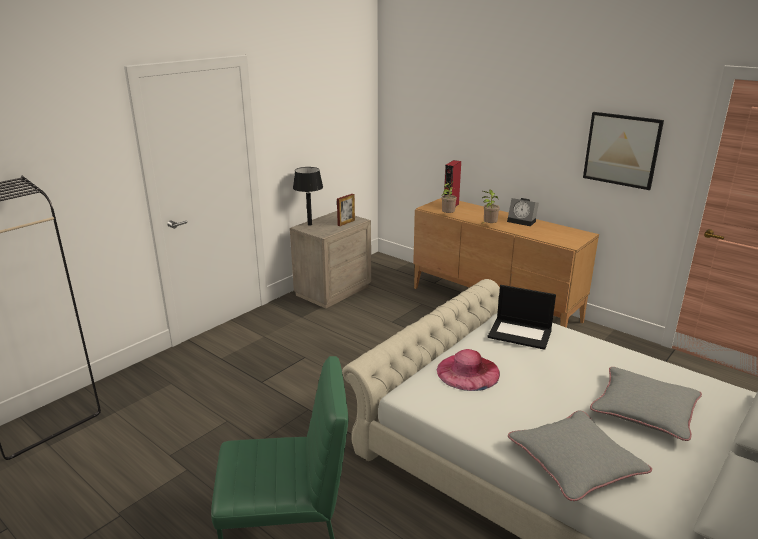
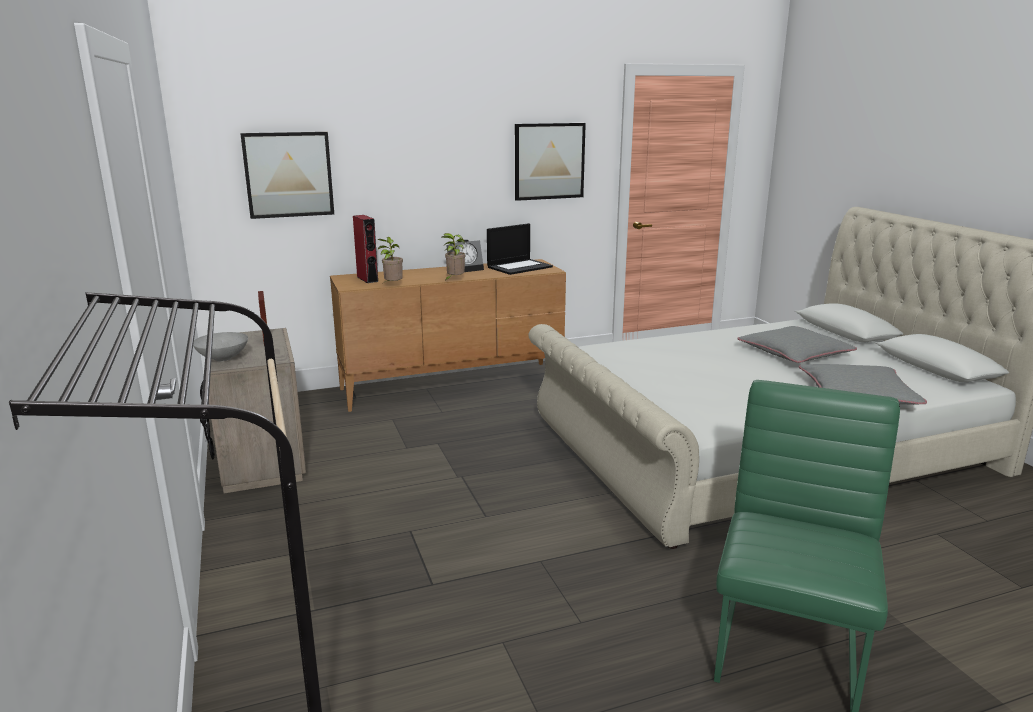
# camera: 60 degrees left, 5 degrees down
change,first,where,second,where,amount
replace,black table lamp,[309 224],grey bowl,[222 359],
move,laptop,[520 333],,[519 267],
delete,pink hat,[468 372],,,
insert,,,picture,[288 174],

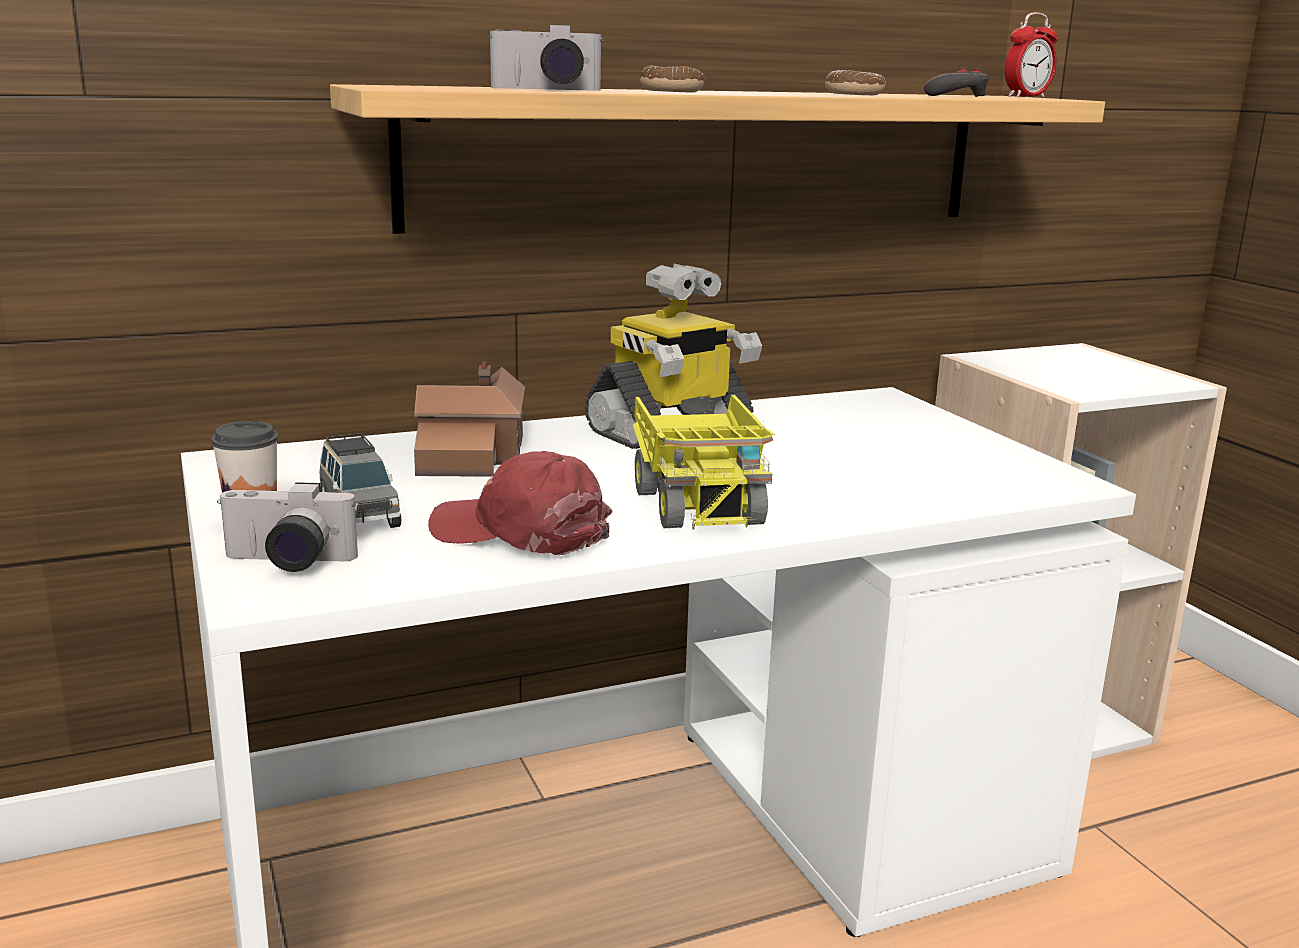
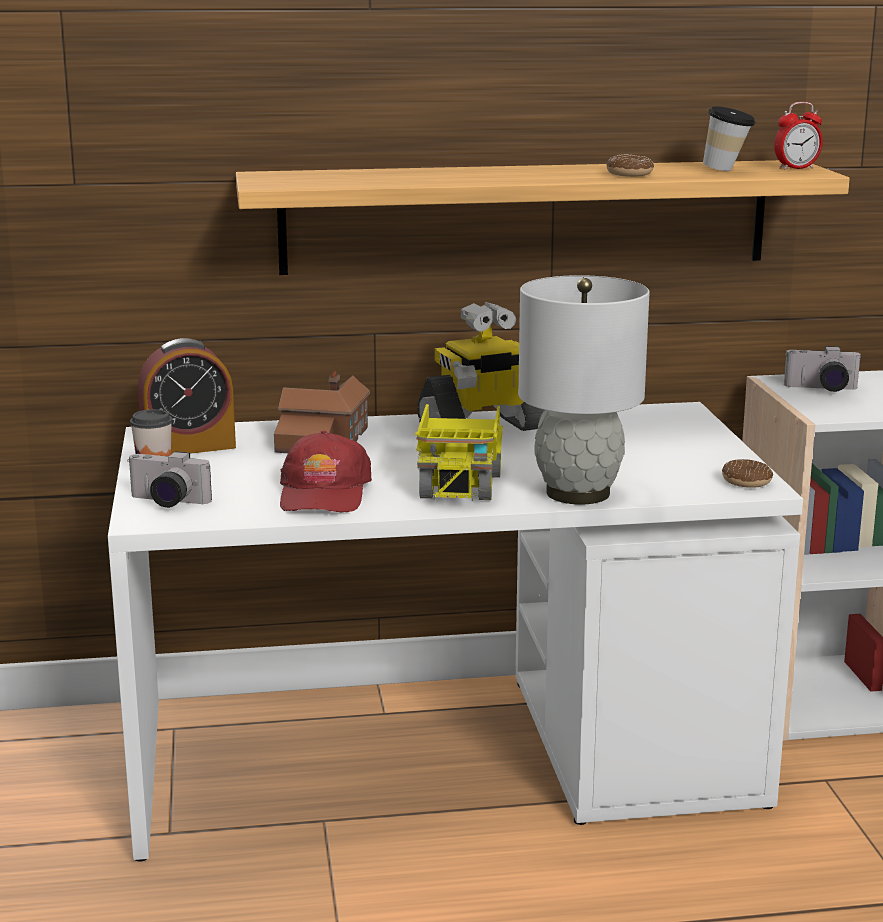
# camera: 15 degrees right, 0 degrees up
change,first,where,second,where,amount
move,photo camera,[546 89],,[821 389],
move,donut,[671 91],,[746 481],
replace,grey game controller,[955 96],cup,[727 170],
delete,grey toy car,[359 514],,,
rotate,red cap,[521 531],,[324 493],120 degrees counterclockwise
insert,,,white table lamp,[578 493],
insert,,,alarm clock,[188 447],

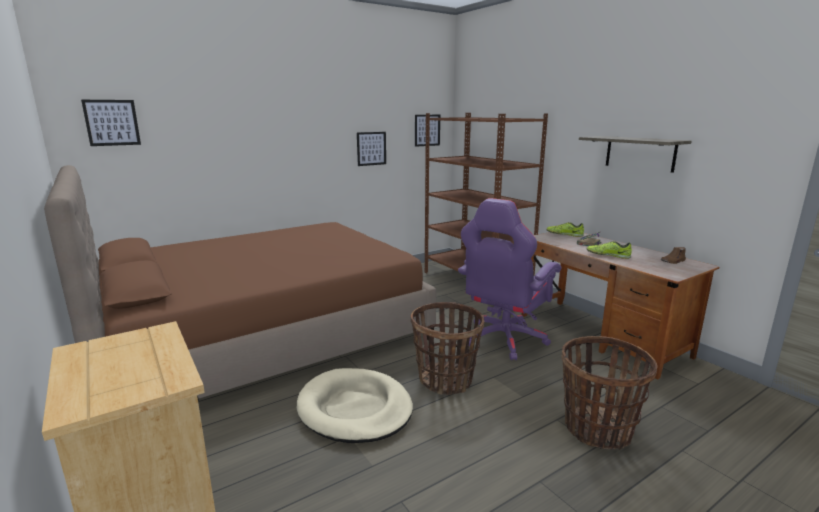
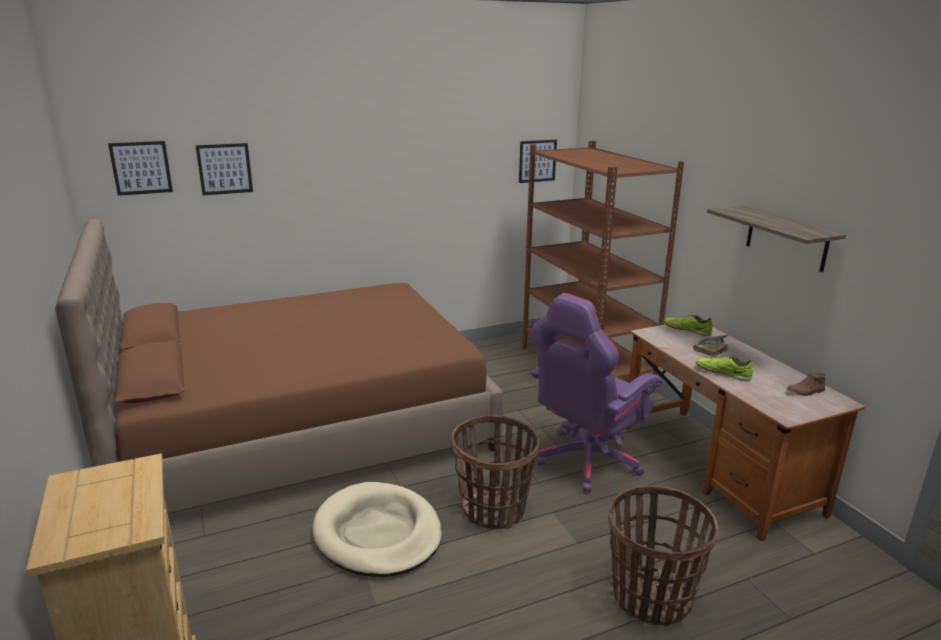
# camera: 10 degrees right, 5 degrees up
change,first,where,second,where,amount
move,picture,[371 148],,[224 169],

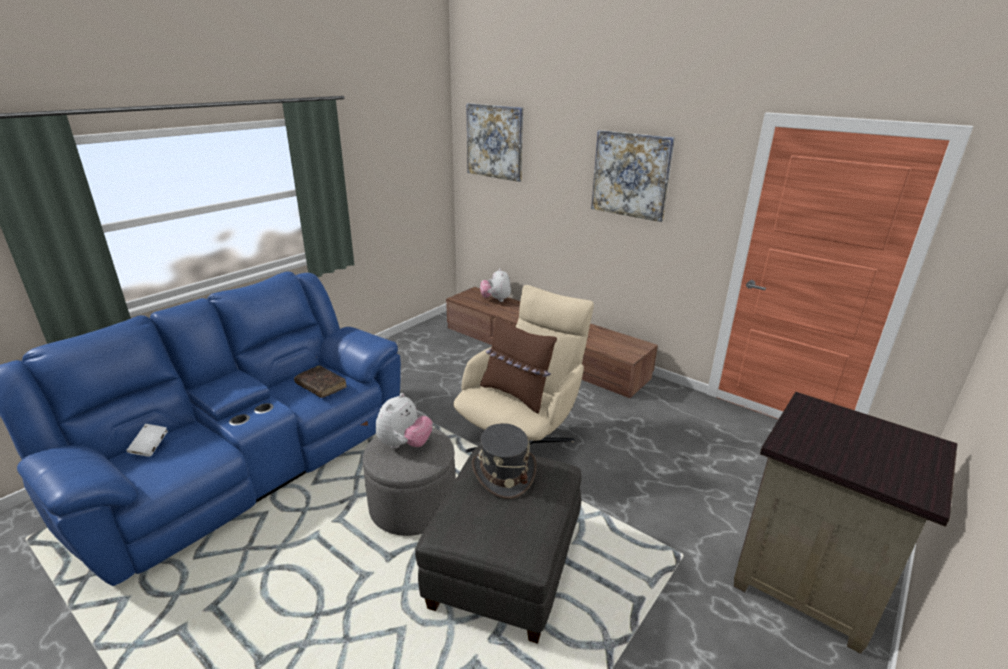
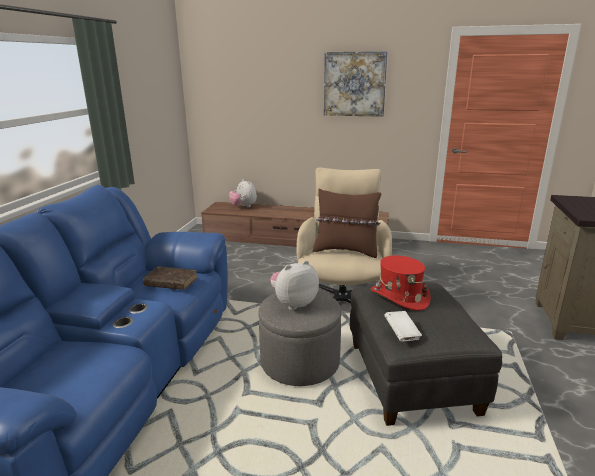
# camera: 25 degrees left, 5 degrees down
change,first,where,second,where,amount
delete,picture,[495 141],,,
rotate,plush toy,[404 444],,[293 303],120 degrees counterclockwise
recolor,grey hat,[503 473],red hat,[399 297],
move,white book,[150 447],,[401 333],

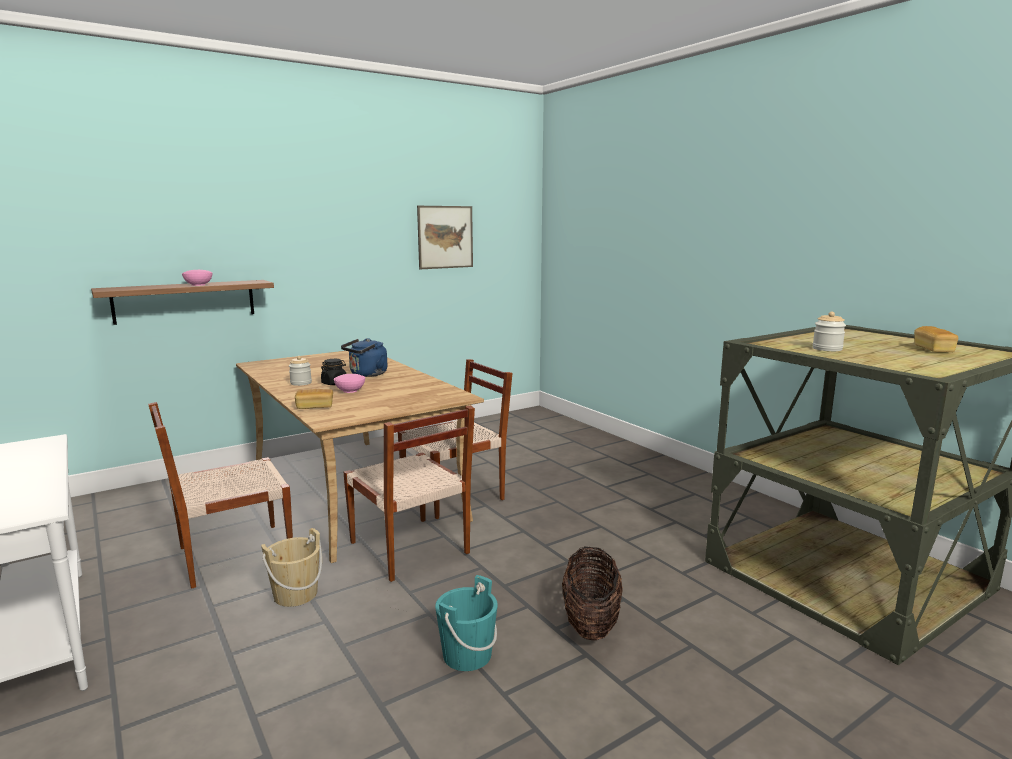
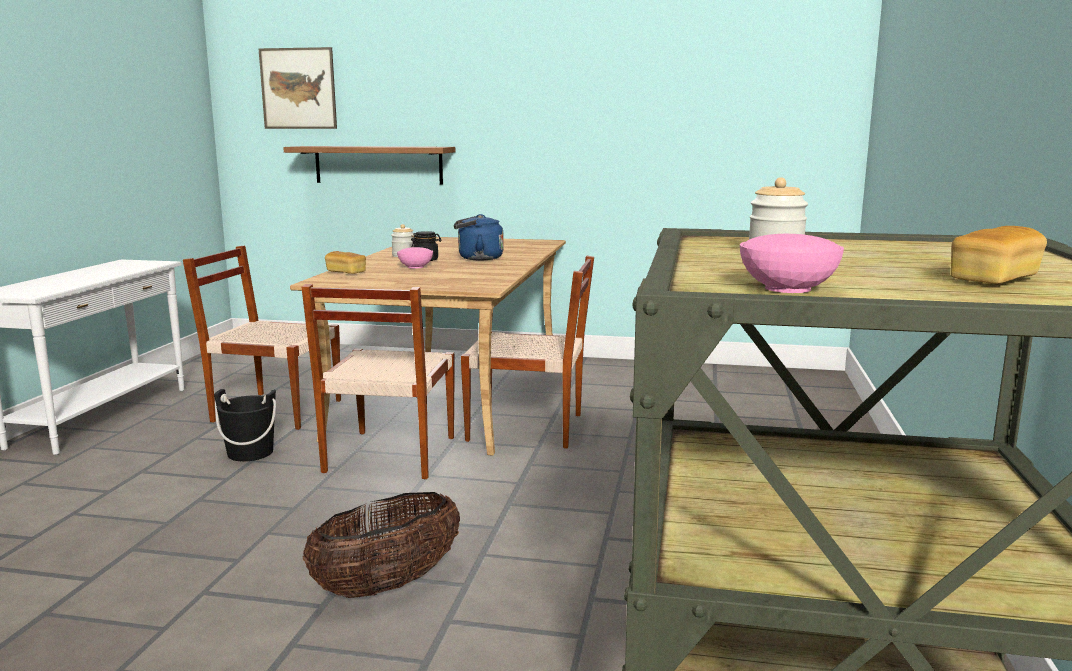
# camera: 45 degrees right, 0 degrees up
change,first,where,second,where,amount
move,picture,[445 237],,[298 88],
move,pink bowl,[198 285],,[788 289],
recolor,beige bucket,[295 594],black bucket,[250 453],
delete,turquoise bucket,[467 655],,,

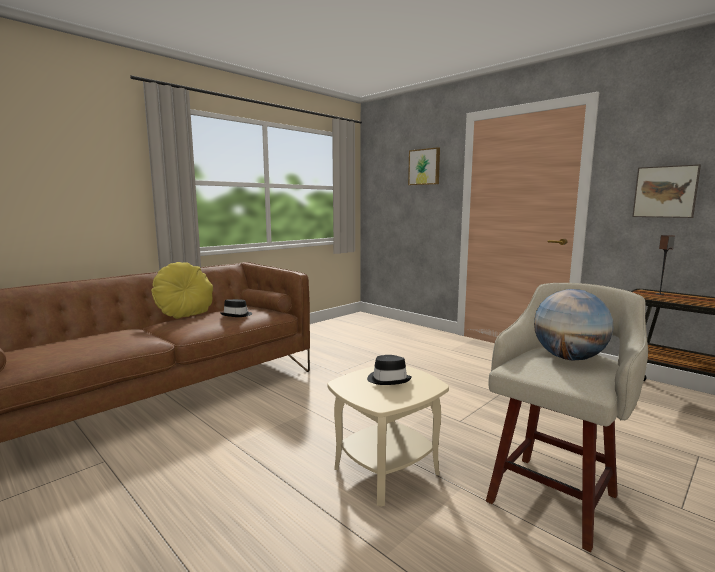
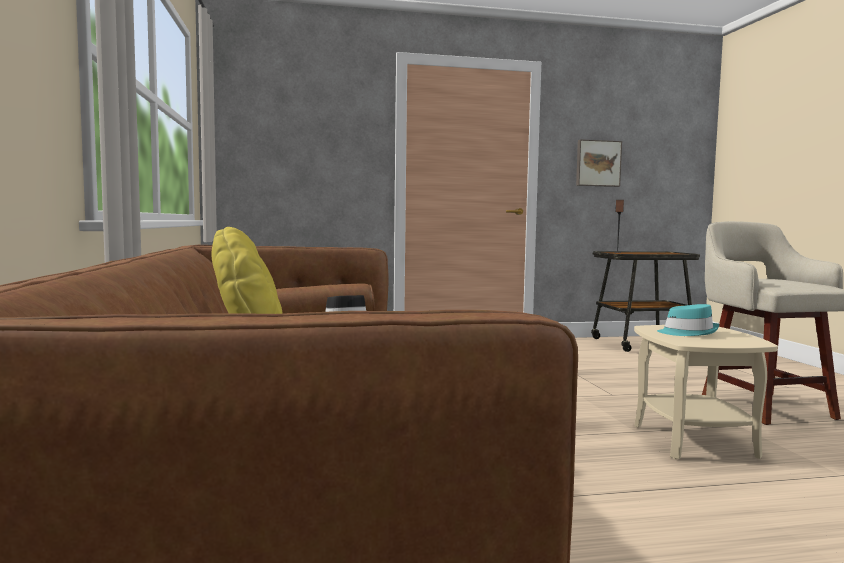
# camera: 55 degrees left, 5 degrees down
change,first,where,second,where,amount
delete,picture,[424 167],,,
delete,globe,[569 358],,,
recolor,black hat,[388 379],turquoise hat,[688 332],

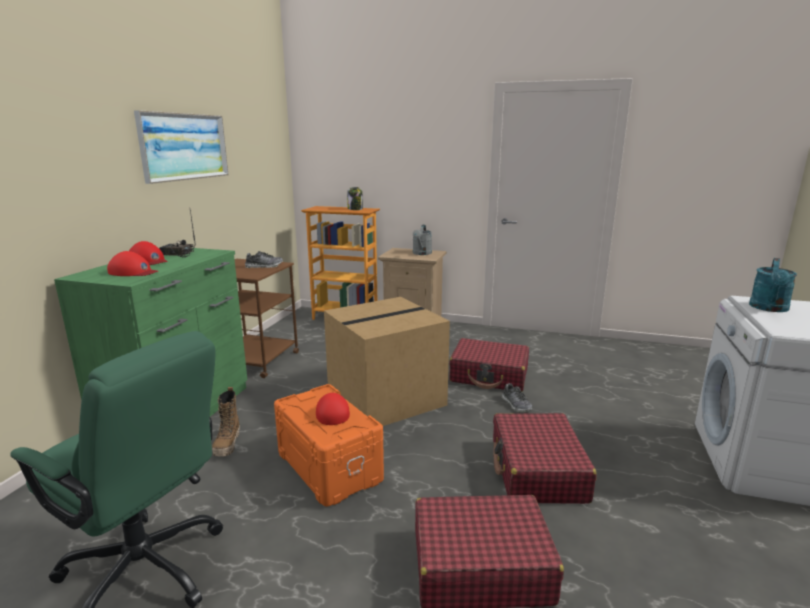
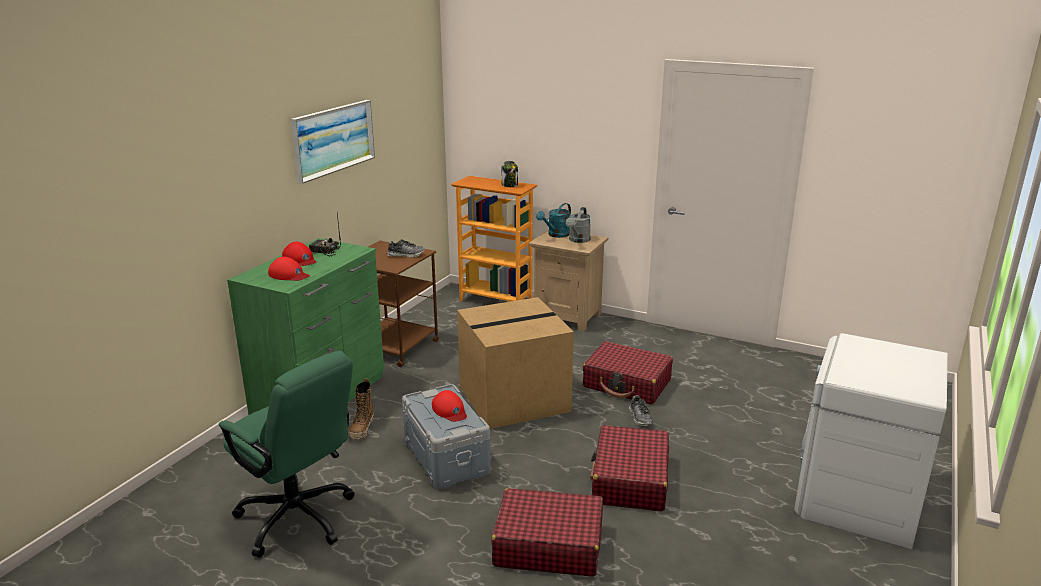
# camera: 10 degrees right, 5 degrees up
change,first,where,second,where,amount
move,turquoise watering can,[769 308],,[556 235],
recolor,orange storage box,[330 466],grey storage box,[447 457],
rotate,red cap,[332 412],,[450 410],150 degrees clockwise

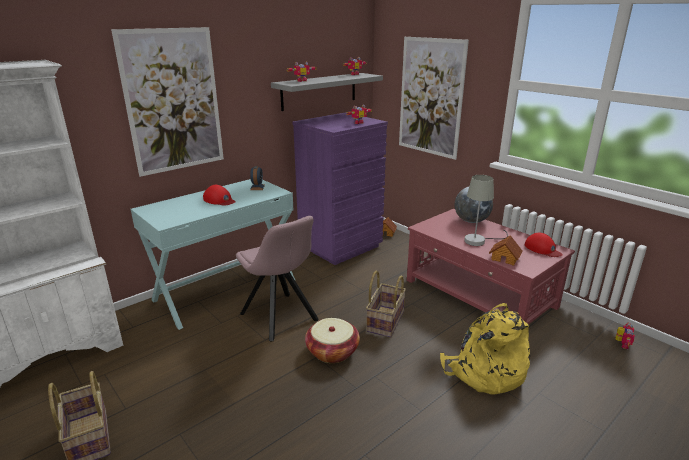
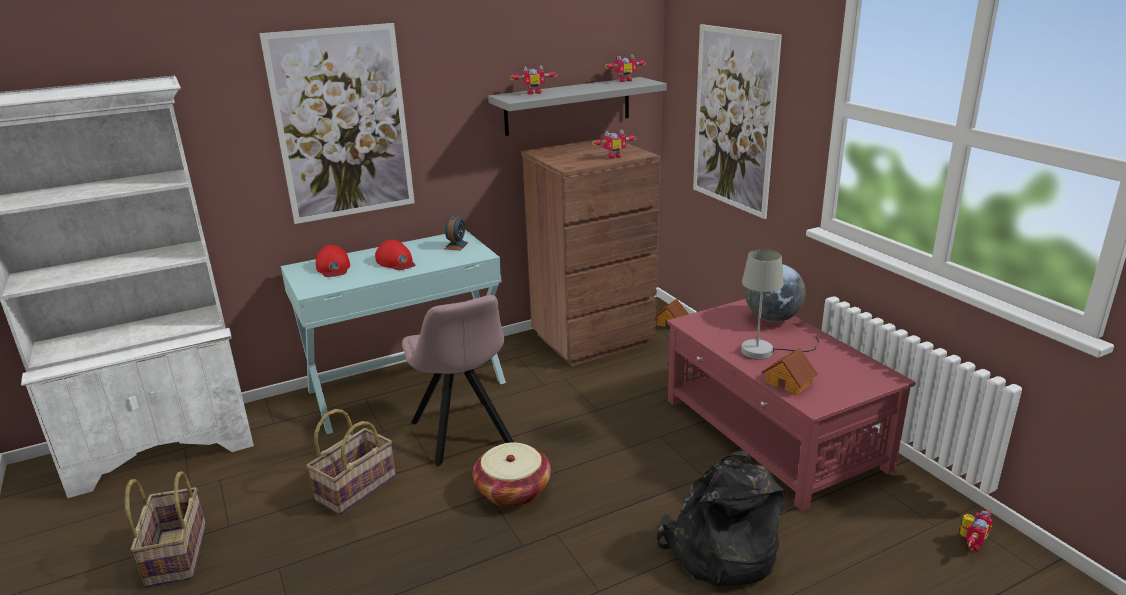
# camera: 15 degrees right, 0 degrees up
change,first,where,second,where,amount
recolor,purple dresser,[340 246],brown dresser,[592 338],
move,red cap,[542 249],,[333 268],
move,basket,[384 321],,[355 487],
recolor,yellow backpack,[484 372],black backpack,[719 552],

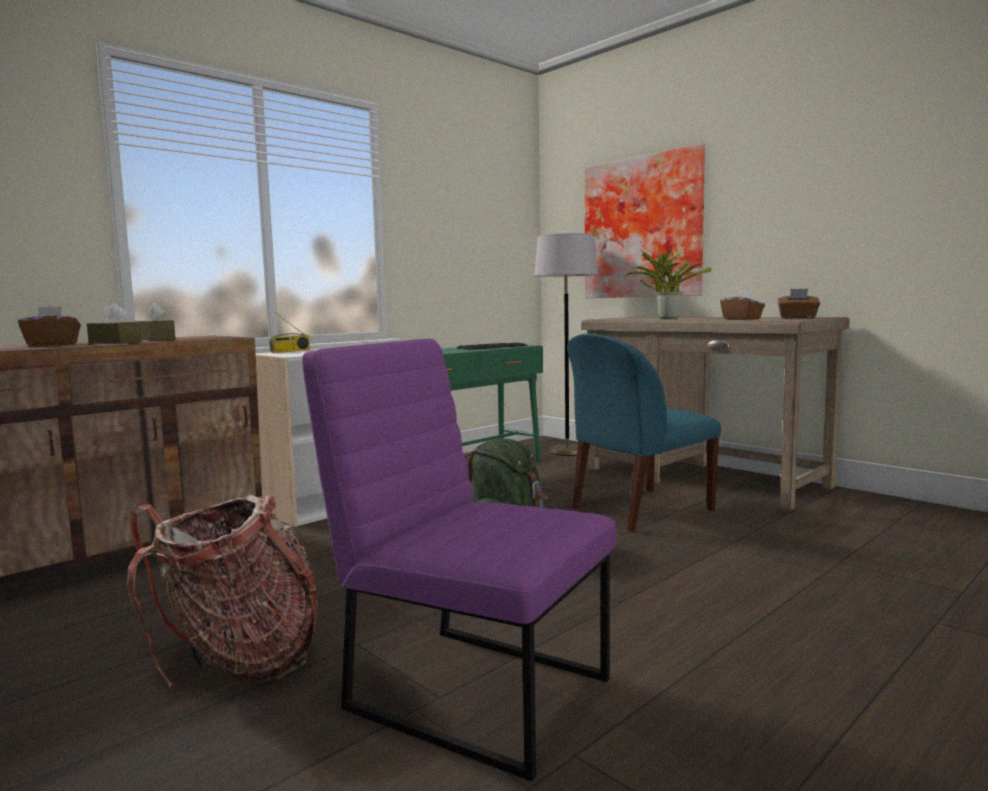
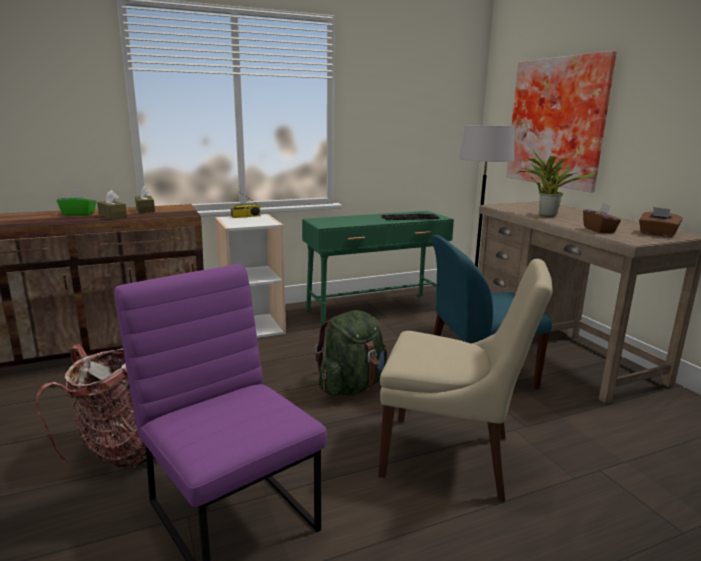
# camera: 20 degrees right, 10 degrees up
change,first,where,second,where,amount
recolor,brown tissue box,[53 344],green tissue box,[79 214],
insert,,,beige chair,[451 457],

